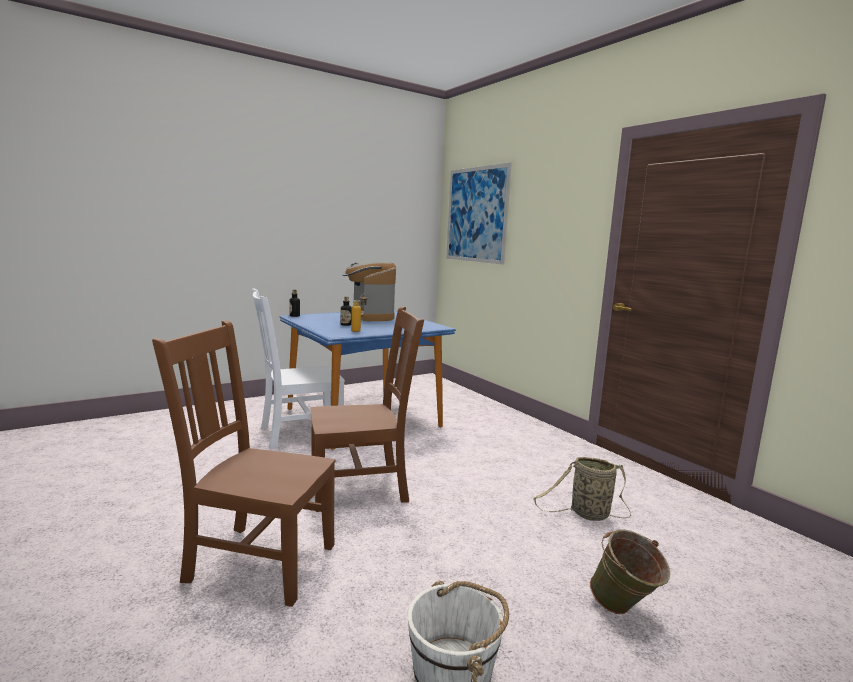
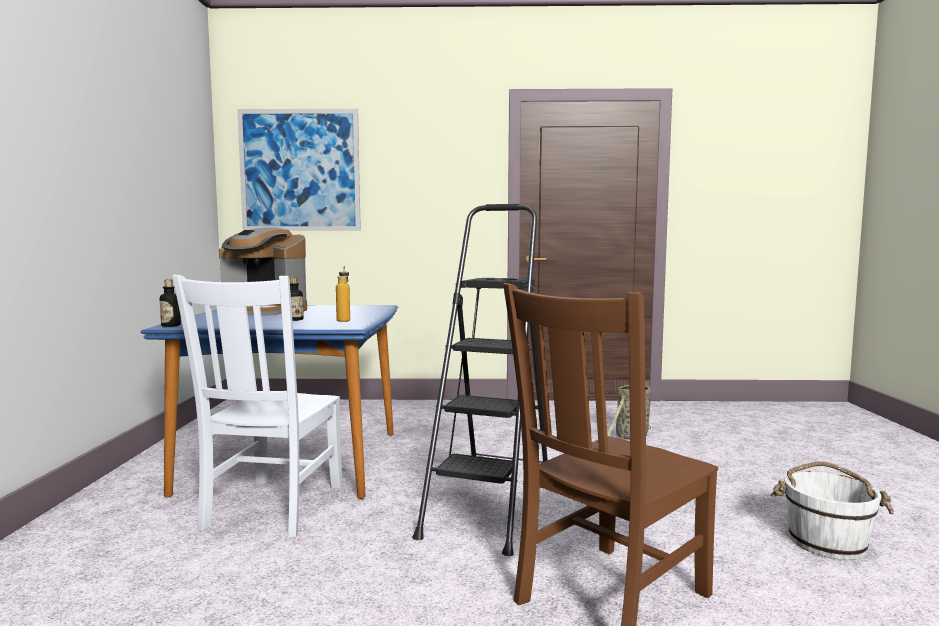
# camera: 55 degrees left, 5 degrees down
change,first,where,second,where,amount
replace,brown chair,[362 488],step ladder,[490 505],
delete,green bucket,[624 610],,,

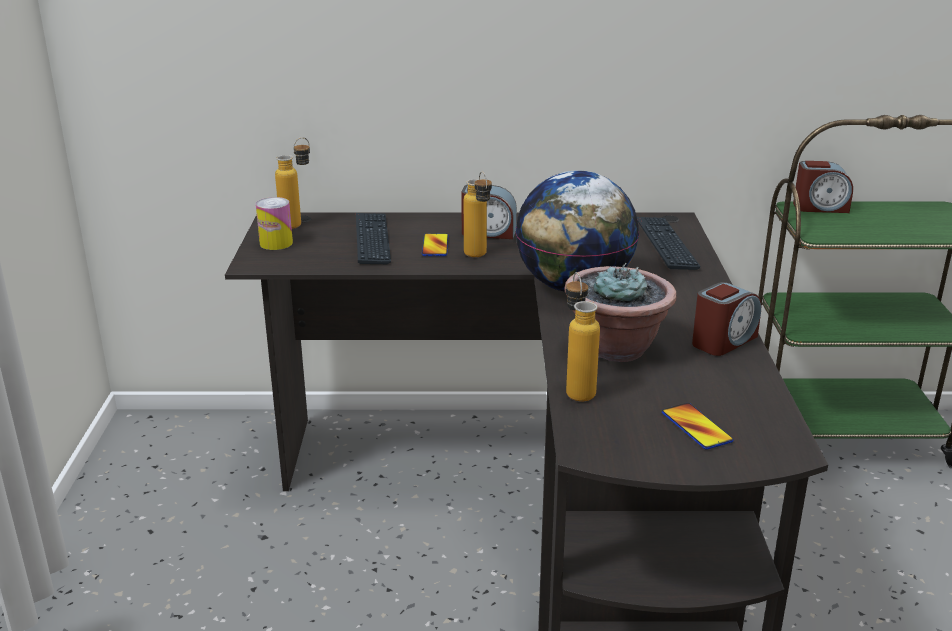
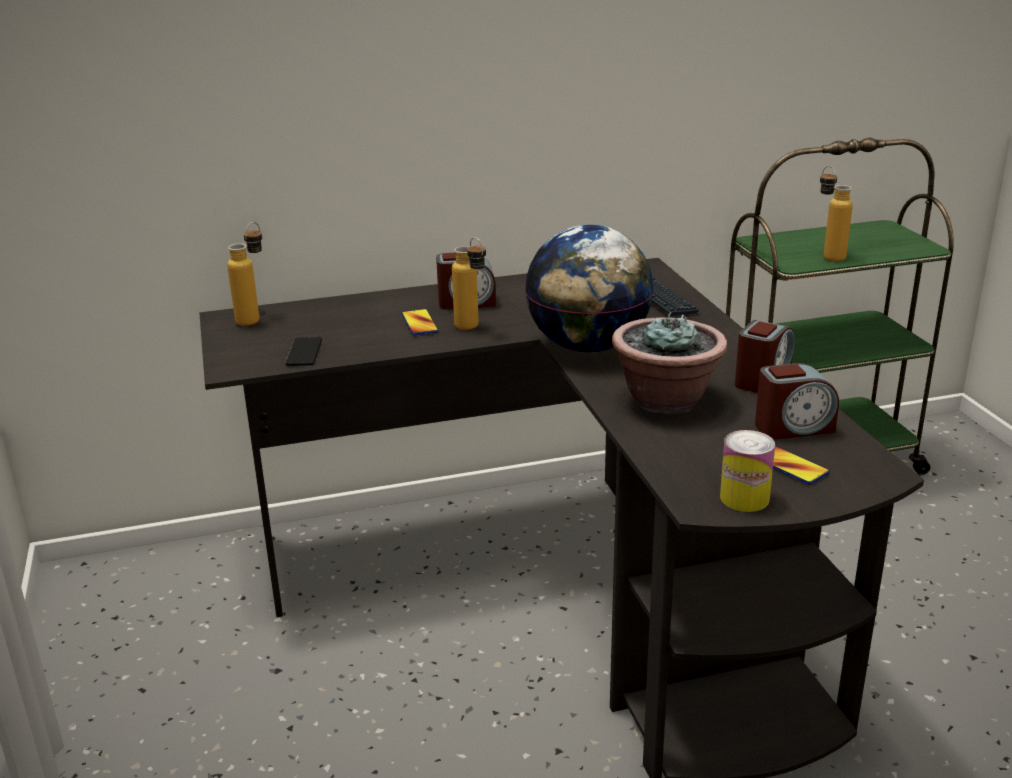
# camera: 15 degrees left, 0 degrees up
change,first,where,second,where,amount
move,alarm clock,[820 207],,[793 427],
move,can,[276 243],,[744 498],
delete,keyboard,[372 239],,,
move,bottle,[576 388],,[827 256],
insert,,,phone,[304 352],

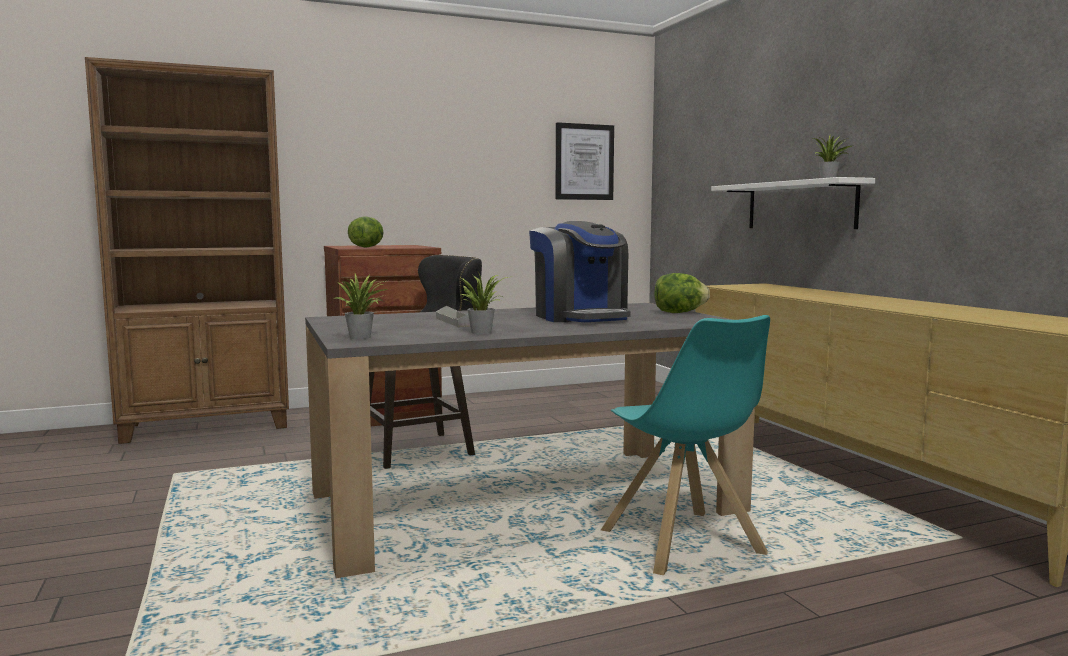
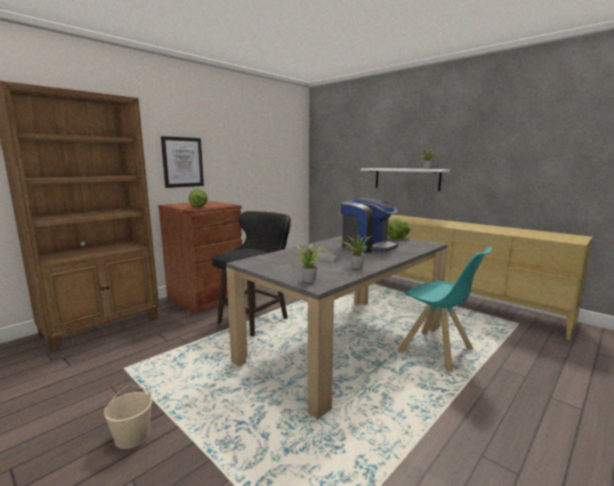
# camera: 25 degrees left, 5 degrees up
change,first,where,second,where,amount
move,picture,[584 162],,[182 162],
insert,,,beige bucket,[133 436],

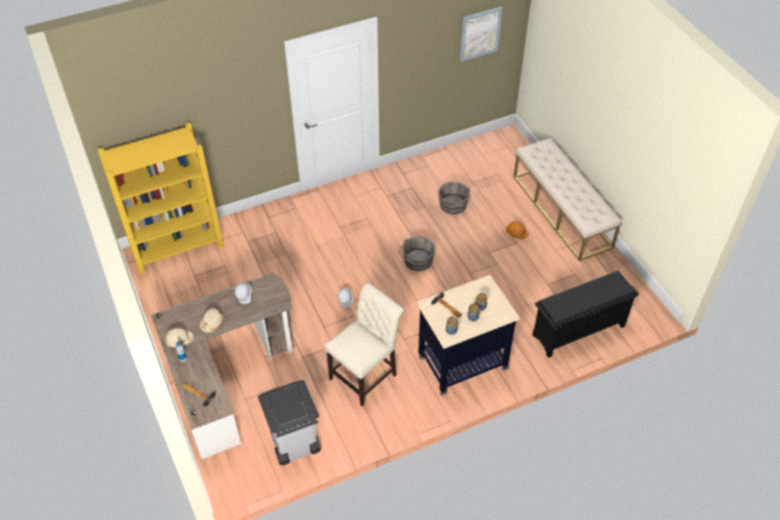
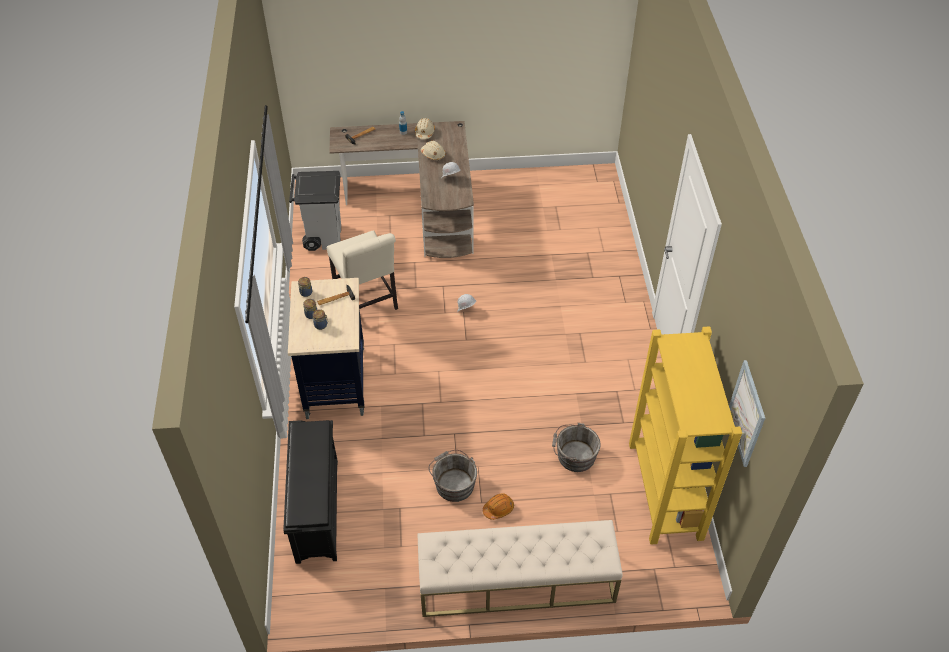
# camera: 110 degrees right, 0 degrees up
change,first,where,second,where,amount
move,yellow bookcase,[177 247],,[665 490],
move,grey bucket,[417 261],,[453 483],

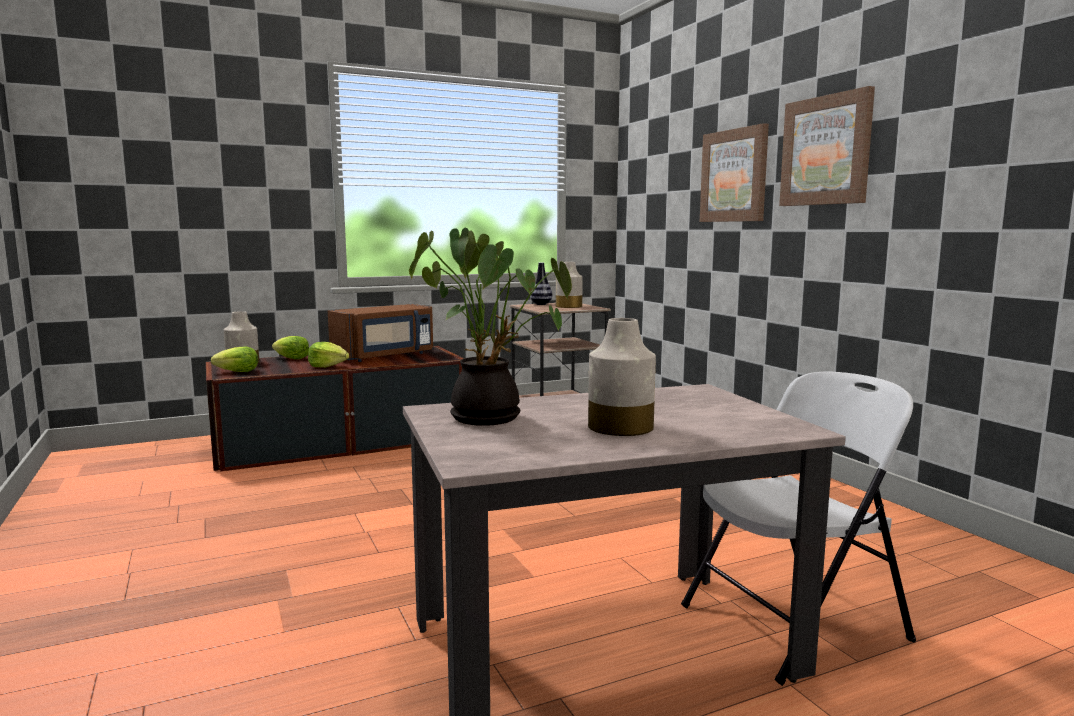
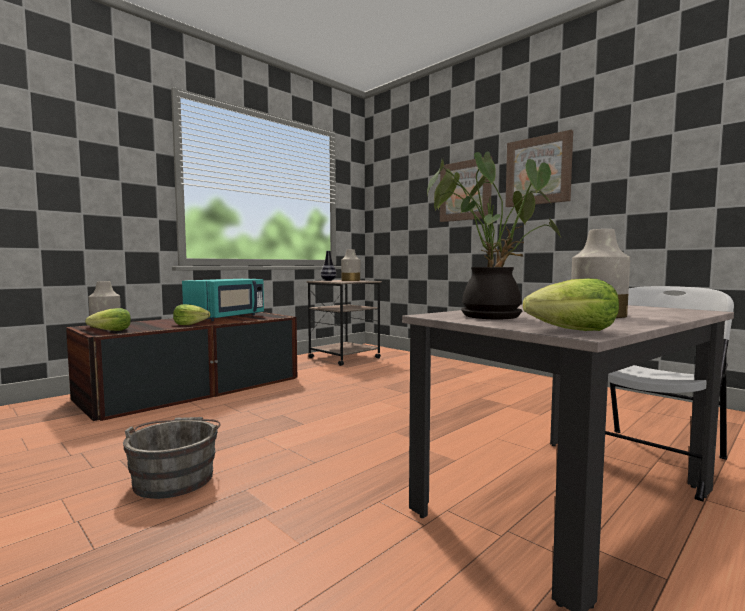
# camera: 20 degrees left, 5 degrees down
change,first,where,second,where,amount
recolor,brown microwave,[385 356],turquoise microwave,[228 317],
move,lettuce,[291 358],,[573 331],
insert,,,grey bucket,[175 477],

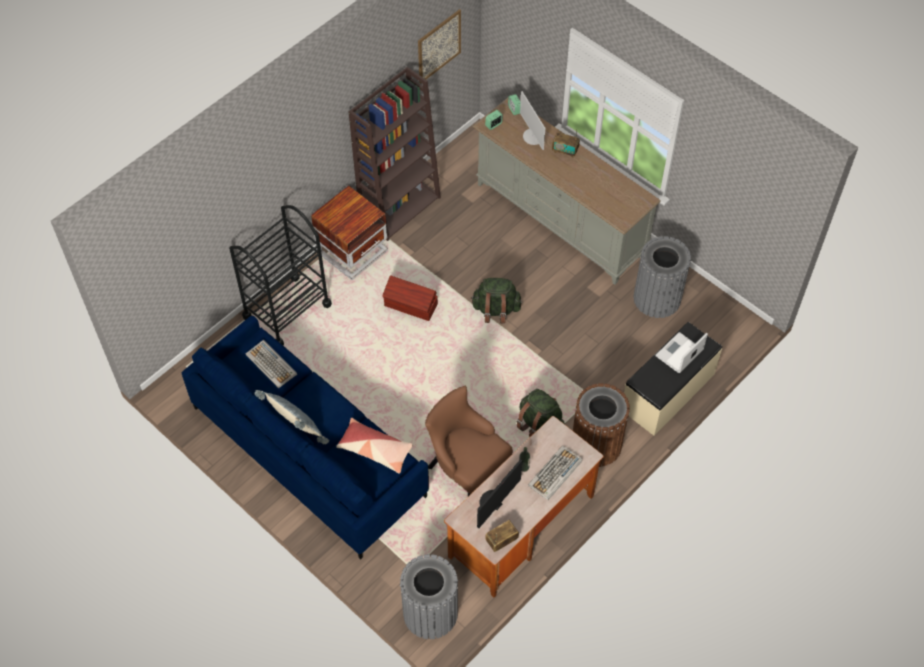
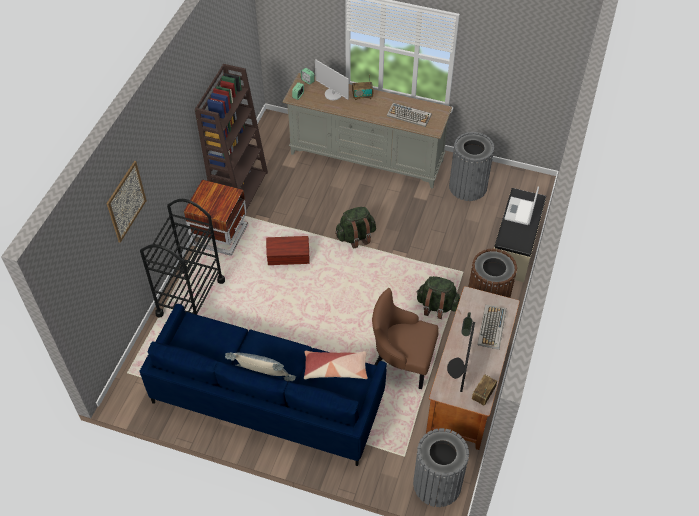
# camera: 25 degrees left, 5 degrees down
change,first,where,second,where,amount
move,picture,[439 45],,[126 201],
move,keyboard,[272 364],,[409 115],

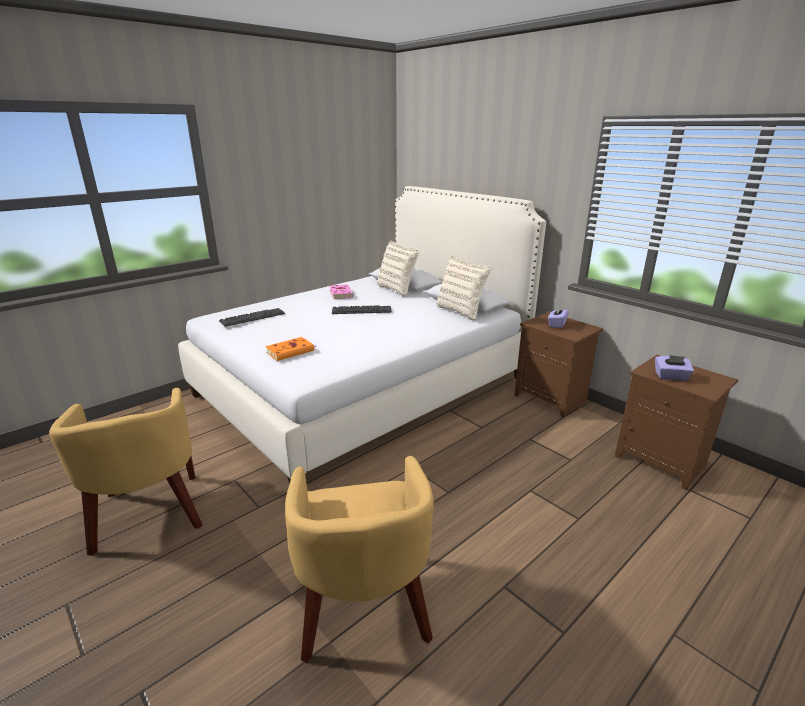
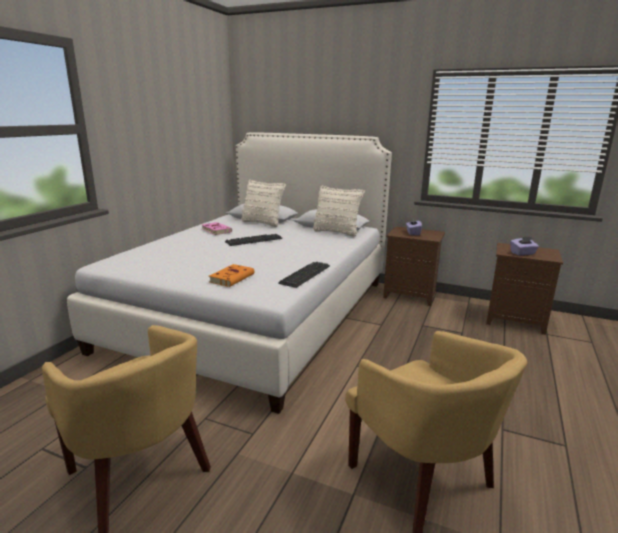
# camera: 25 degrees left, 5 degrees down
change,first,where,second,where,amount
move,keyboard,[252 318],,[305 275],

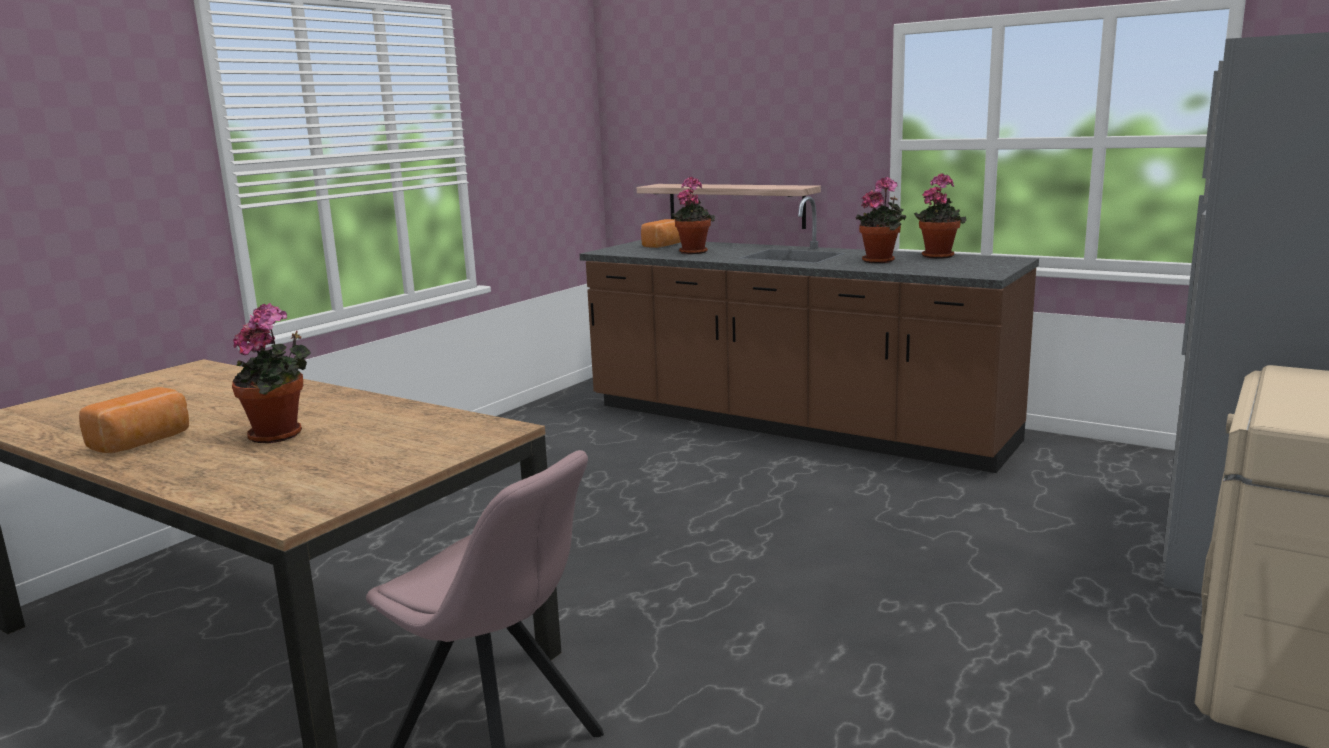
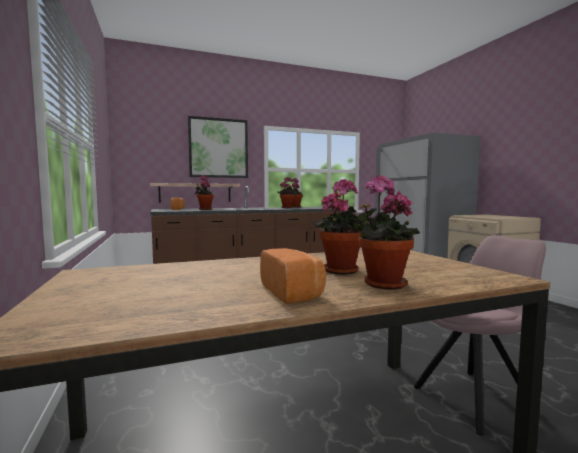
# camera: 55 degrees left, 10 degrees down
change,first,where,second,where,amount
insert,,,picture,[218 148],
insert,,,potted plant,[381 284],

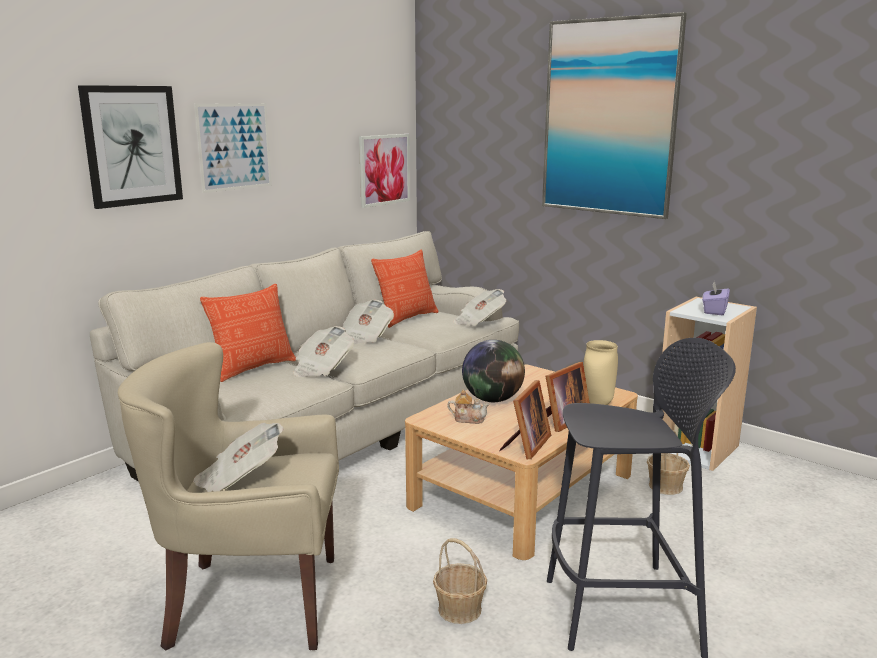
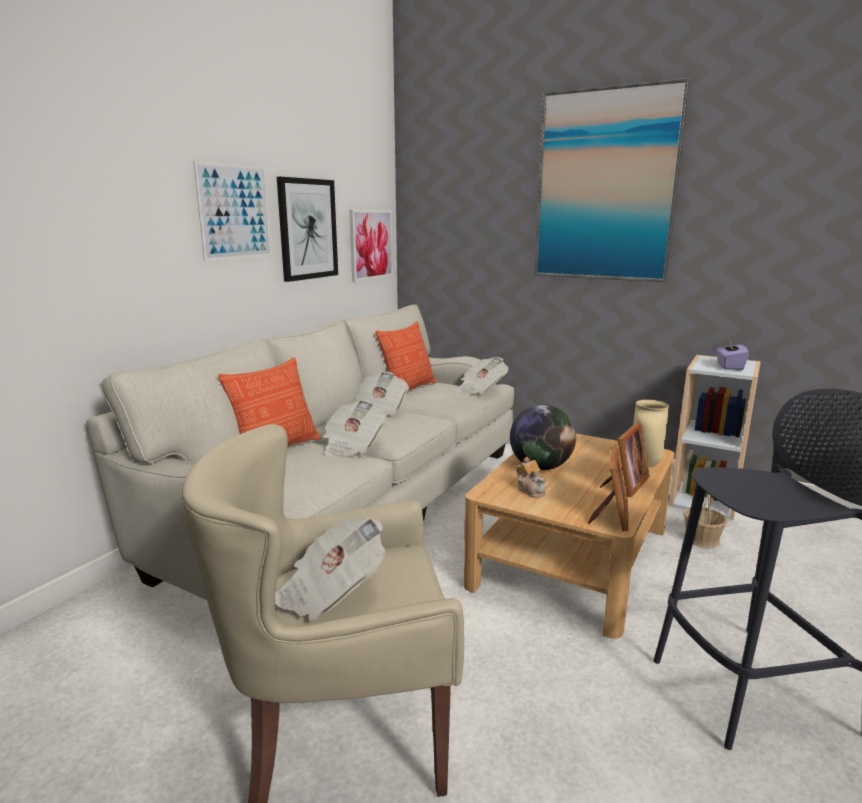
# camera: 10 degrees left, 0 degrees up
change,first,where,second,where,amount
move,picture,[132 145],,[307 229],
rotate,teapot,[468 419],,[531 490],60 degrees clockwise
delete,basket,[459 609],,,

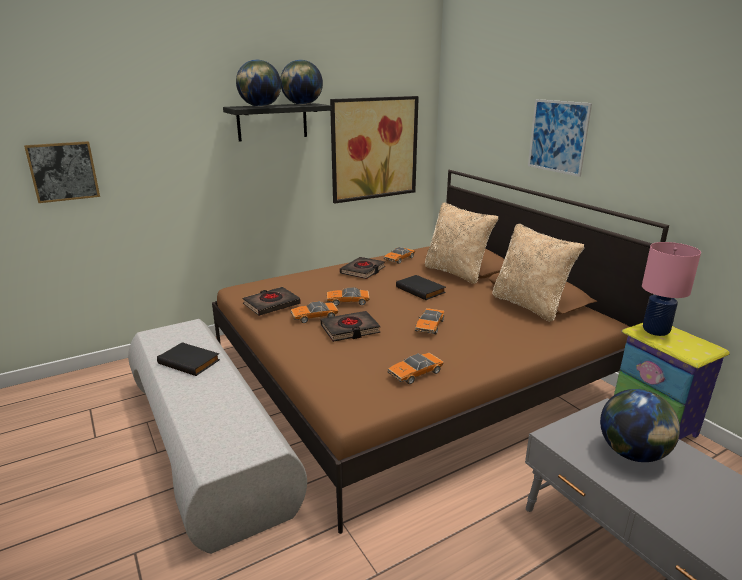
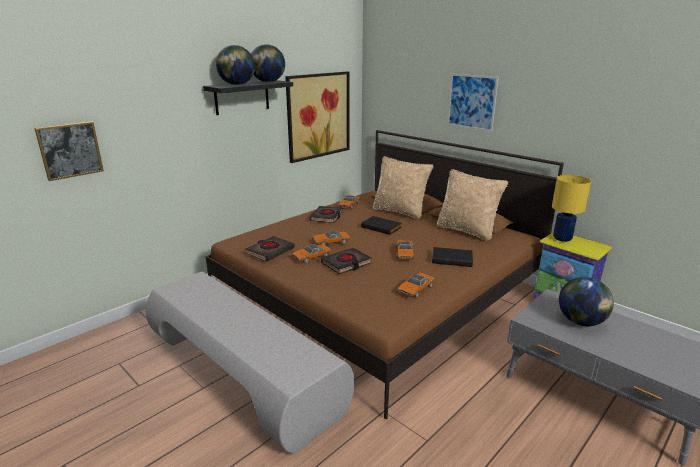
# camera: 15 degrees left, 0 degrees up
change,first,where,second,where,amount
recolor,pink table lamp,[655 332],yellow table lamp,[561 239],
move,black book,[190 361],,[452 259],

